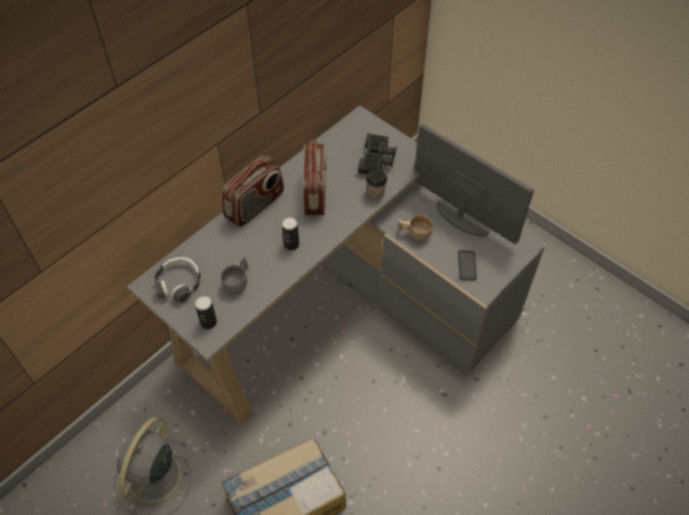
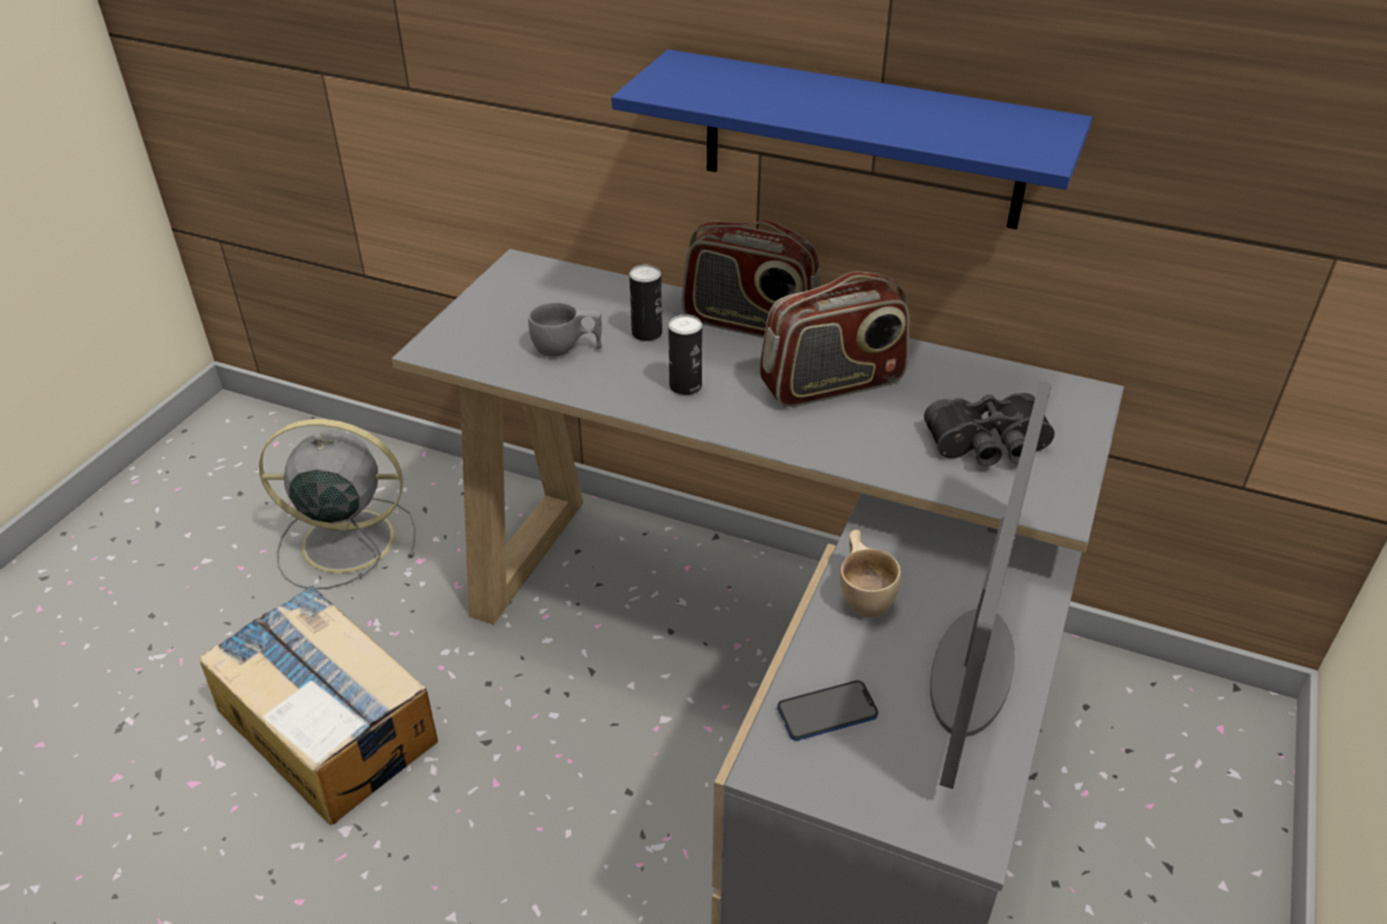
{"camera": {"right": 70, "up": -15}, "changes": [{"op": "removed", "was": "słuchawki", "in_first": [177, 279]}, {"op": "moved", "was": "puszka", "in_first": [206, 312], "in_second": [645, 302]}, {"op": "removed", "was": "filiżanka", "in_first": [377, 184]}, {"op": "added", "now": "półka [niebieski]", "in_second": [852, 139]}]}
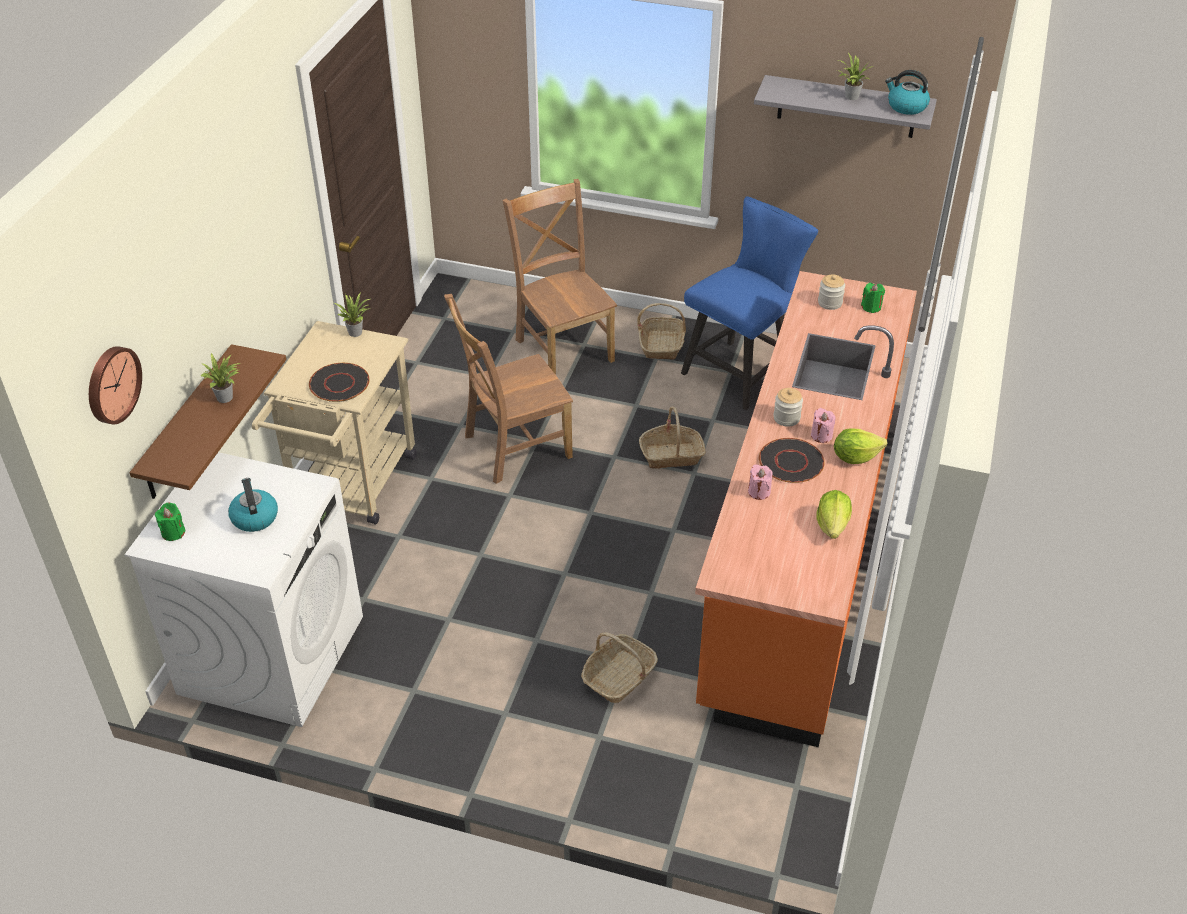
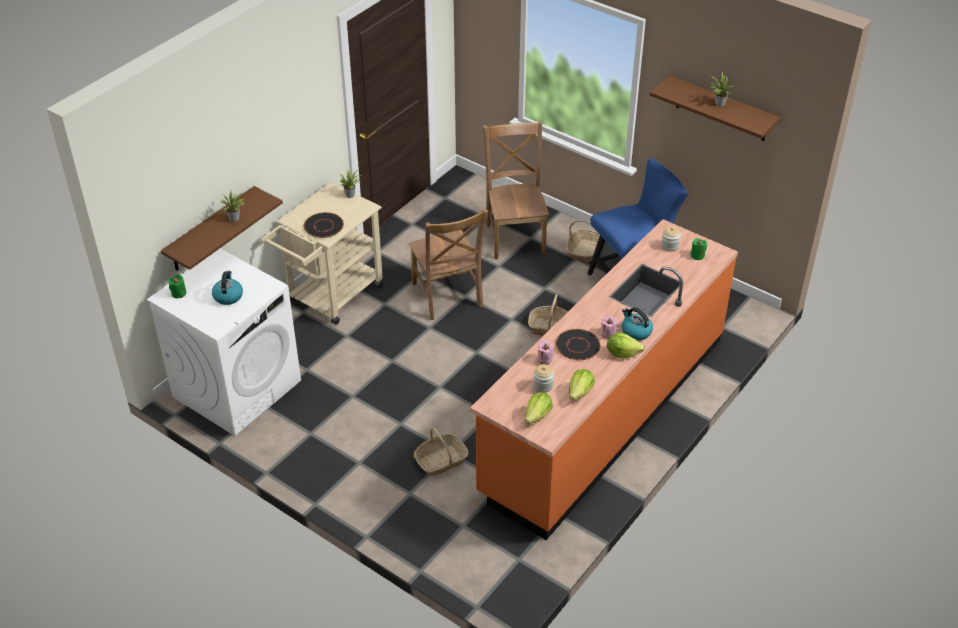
{"camera": {"right": 20, "up": 0}, "changes": [{"op": "removed", "was": "zegar ścienny", "in_first": [115, 385]}, {"op": "turned", "was": "krzesło [brązowy]", "in_first": [508, 389], "in_second": [448, 264], "clockwise": -105}, {"op": "recoloured", "was": "półka [szary]", "now": "półka [brązowy]", "in_first": [845, 106], "in_second": [715, 108]}, {"op": "moved", "was": "słoik", "in_first": [788, 407], "in_second": [543, 378]}, {"op": "moved", "was": "czajnik", "in_first": [907, 92], "in_second": [637, 324]}, {"op": "added", "now": "sałata", "in_second": [539, 408]}]}
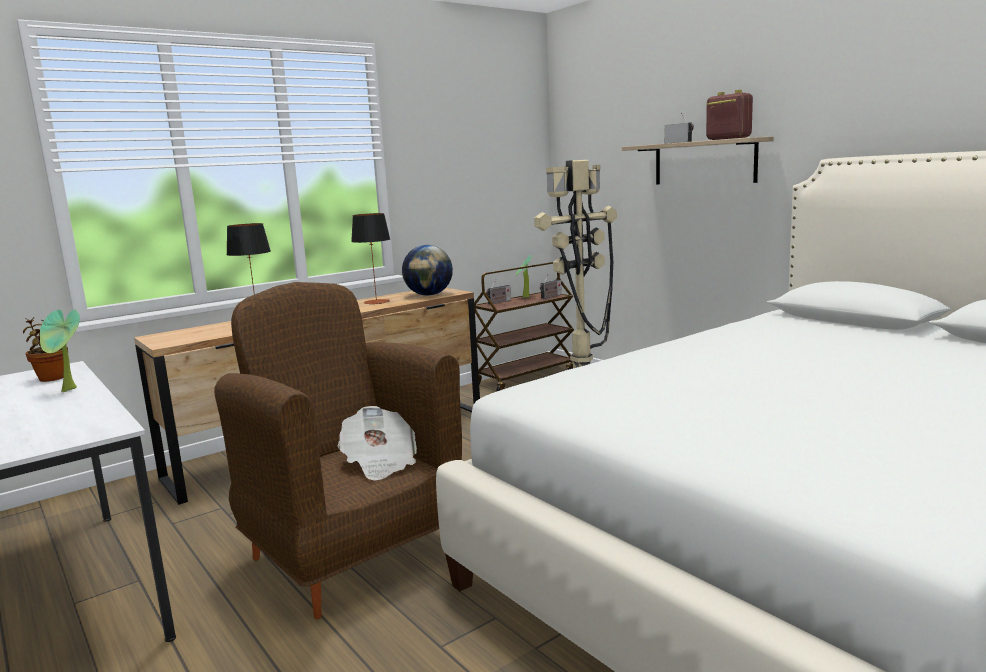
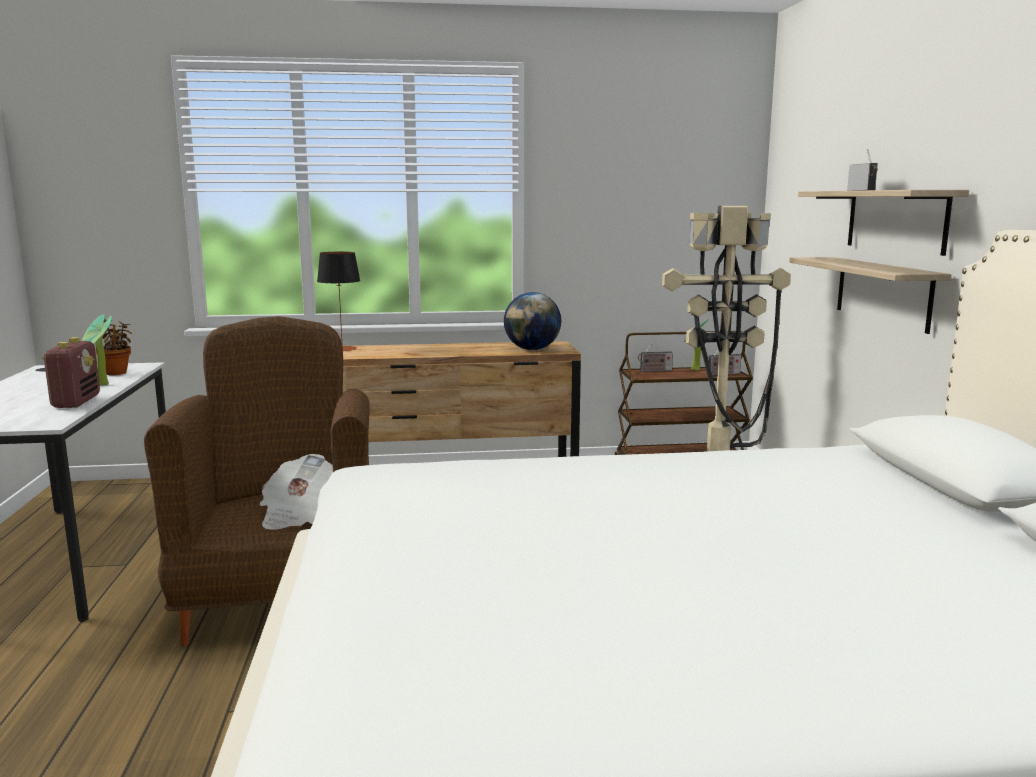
{"camera": {"right": 30, "up": 0}, "changes": [{"op": "removed", "was": "lampa stołowa", "in_first": [370, 258]}, {"op": "moved", "was": "radio", "in_first": [729, 115], "in_second": [71, 372]}, {"op": "added", "now": "półka", "in_second": [870, 295]}]}
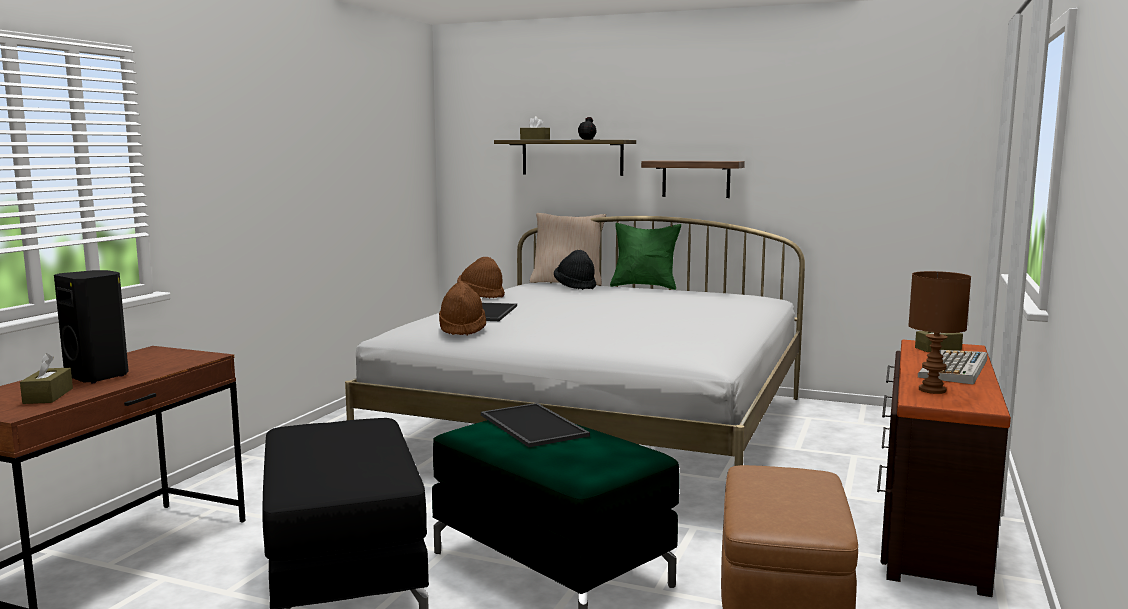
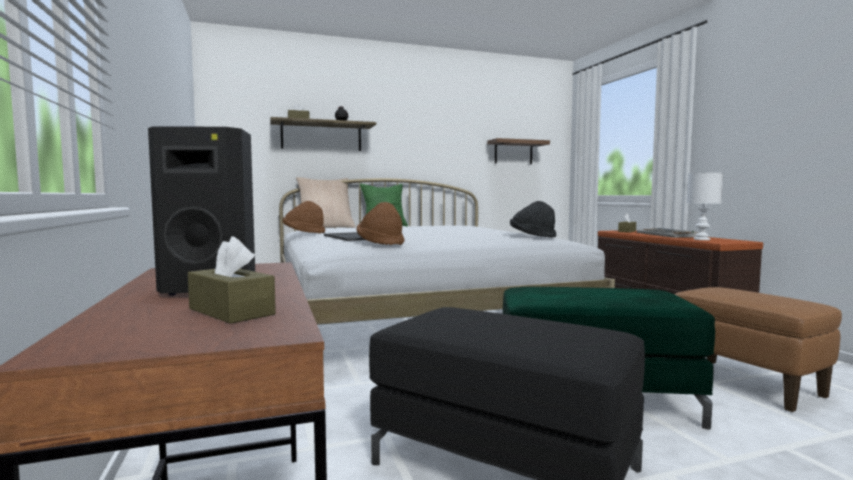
{"camera": {"right": -40, "up": -5}, "changes": [{"op": "removed", "was": "taca", "in_first": [535, 425]}, {"op": "moved", "was": "kapelusz [czarny]", "in_first": [575, 270], "in_second": [533, 219]}, {"op": "moved", "was": "półka", "in_first": [693, 179], "in_second": [518, 151]}, {"op": "recoloured", "was": "lampa stołowa [brązowy]", "now": "lampa stołowa [biały]", "in_first": [939, 332], "in_second": [705, 206]}]}
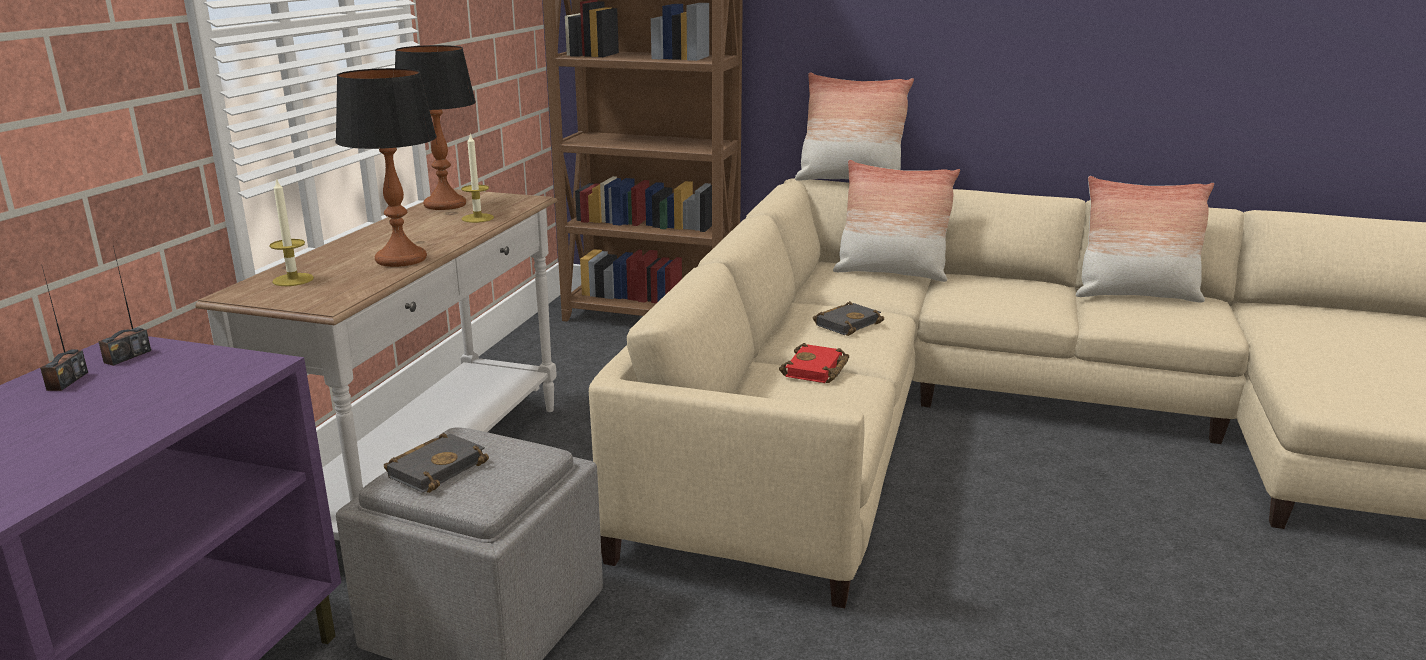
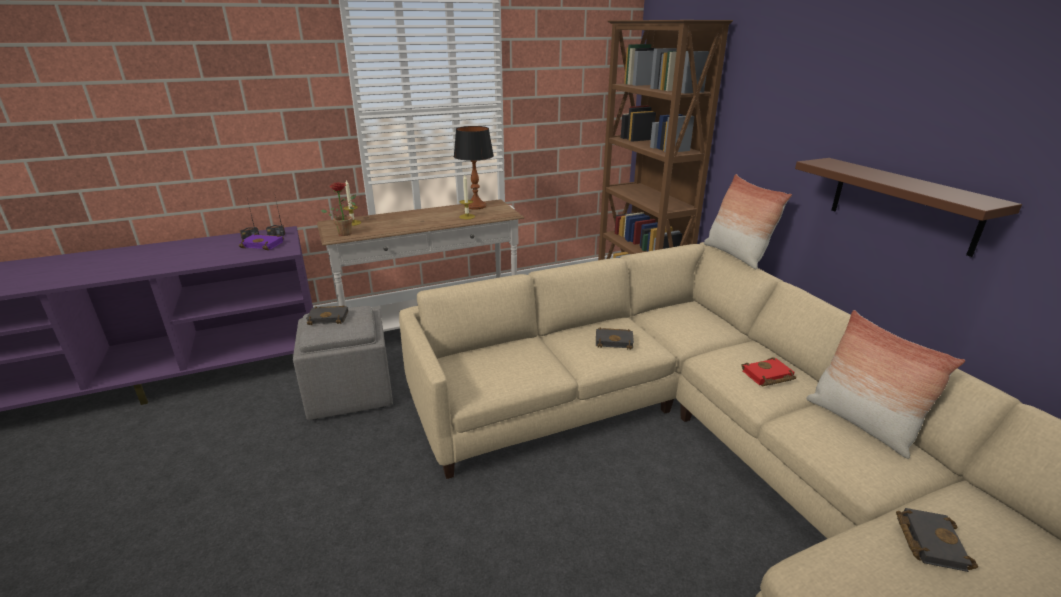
{"camera": {"right": 50, "up": 5}, "changes": [{"op": "removed", "was": "lampa stołowa", "in_first": [386, 167]}, {"op": "moved", "was": "książka [czerwony]", "in_first": [814, 363], "in_second": [768, 371]}, {"op": "removed", "was": "poduszka", "in_first": [896, 221]}, {"op": "added", "now": "książka [fioletowy]", "in_second": [261, 241]}, {"op": "added", "now": "roślina doniczkowa", "in_second": [338, 209]}, {"op": "added", "now": "półka [brązowy]", "in_second": [908, 207]}, {"op": "added", "now": "książka [czarny]", "in_second": [937, 540]}]}
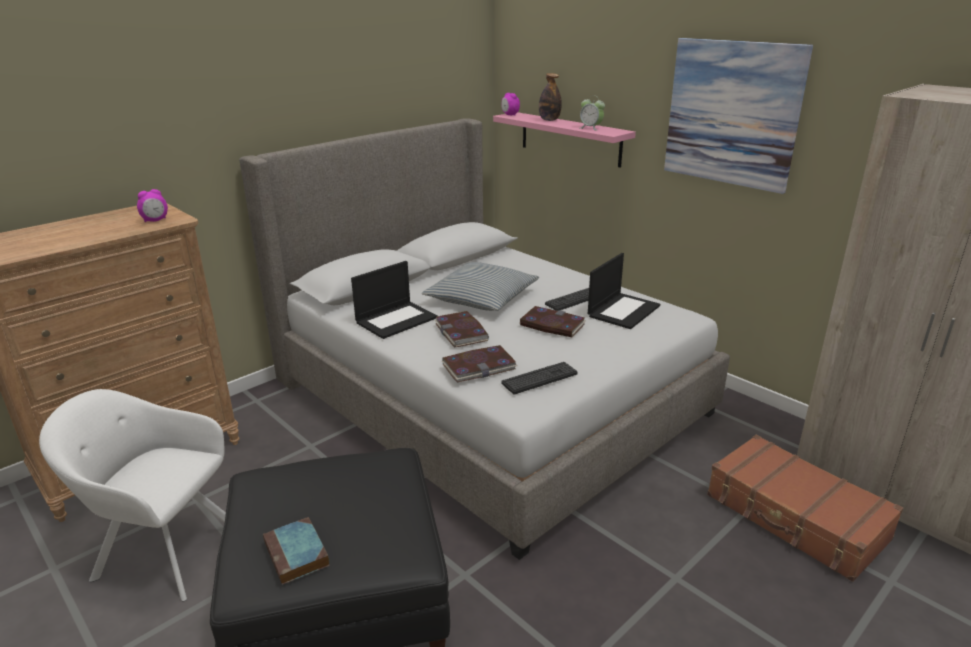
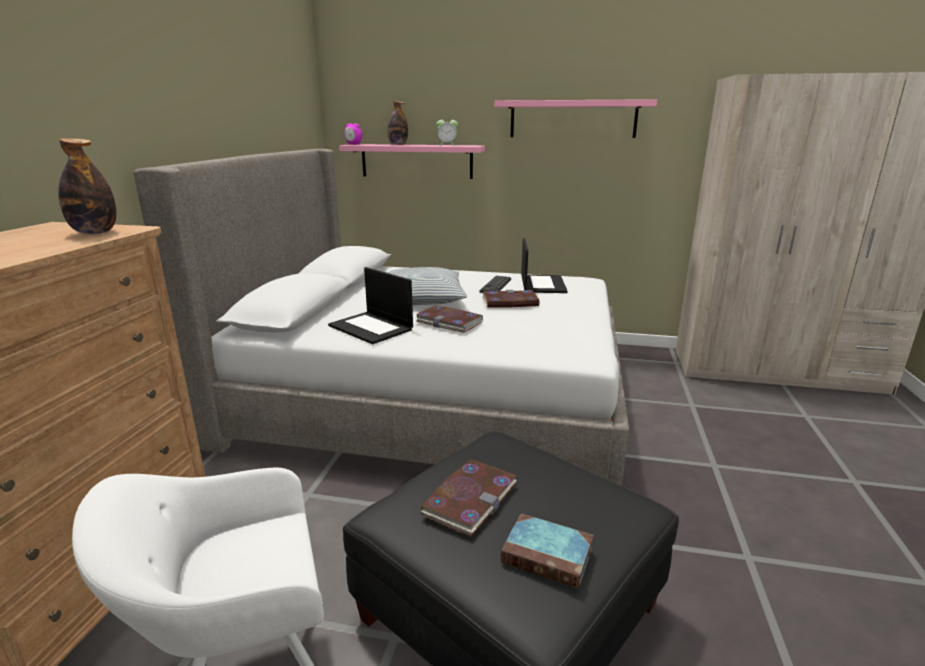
{"camera": {"right": -35, "up": -5}, "changes": [{"op": "replaced", "was": "budzik", "now": "butelka", "in_first": [152, 205], "in_second": [87, 186]}, {"op": "turned", "was": "laptop", "in_first": [394, 300], "in_second": [370, 305], "clockwise": 120}, {"op": "moved", "was": "książka", "in_first": [479, 363], "in_second": [469, 497]}, {"op": "removed", "was": "klawiatura", "in_first": [539, 378]}, {"op": "replaced", "was": "obraz", "now": "półka [różowy]", "in_first": [738, 116], "in_second": [575, 118]}, {"op": "removed", "was": "walizka [brązowy]", "in_first": [805, 508]}]}
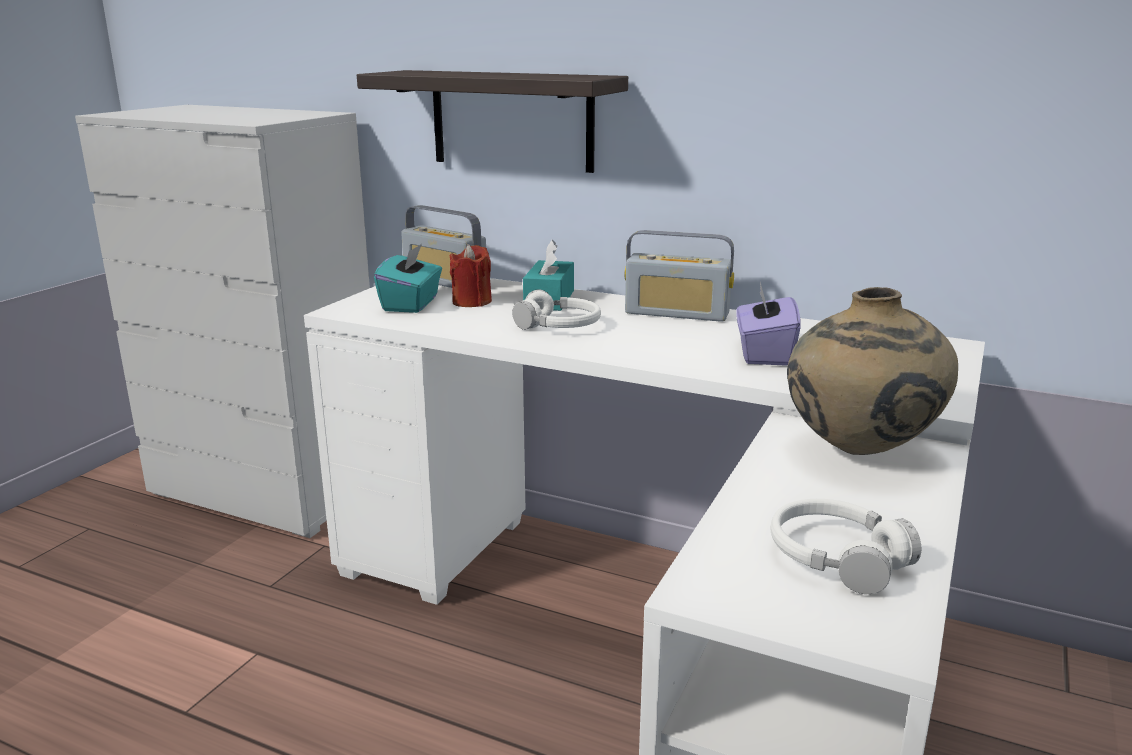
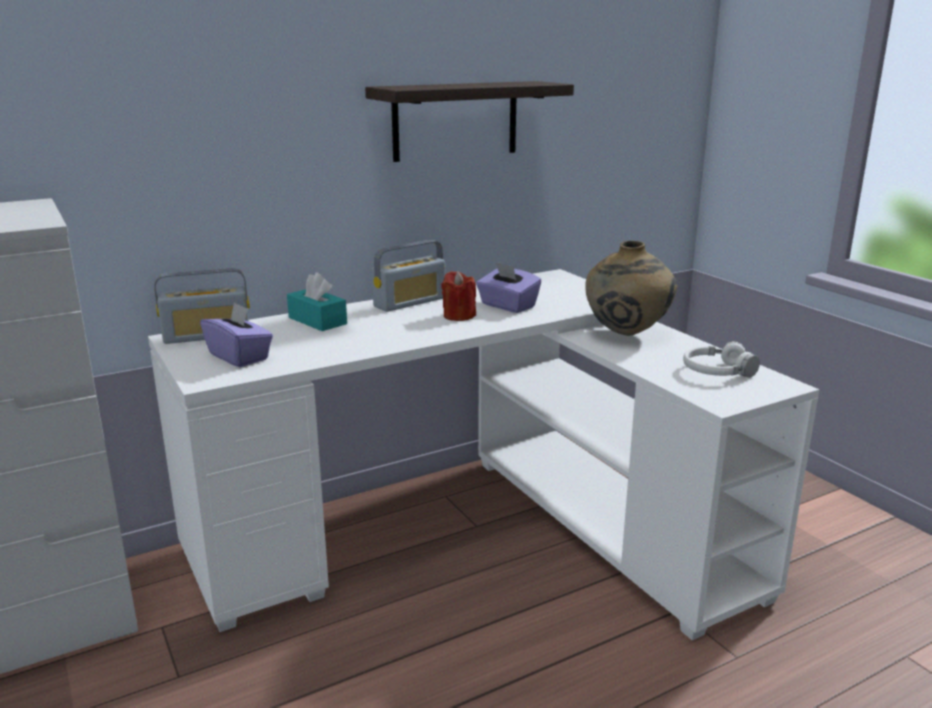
{"camera": {"right": -55, "up": 0}, "changes": [{"op": "moved", "was": "półka", "in_first": [492, 121], "in_second": [469, 121]}, {"op": "recoloured", "was": "pudełko chusteczek [turkusowy]", "now": "pudełko chusteczek [fioletowy]", "in_first": [408, 278], "in_second": [236, 334]}, {"op": "moved", "was": "świeca [czerwony]", "in_first": [471, 275], "in_second": [458, 296]}, {"op": "removed", "was": "słuchawki [biały]", "in_first": [556, 309]}]}
